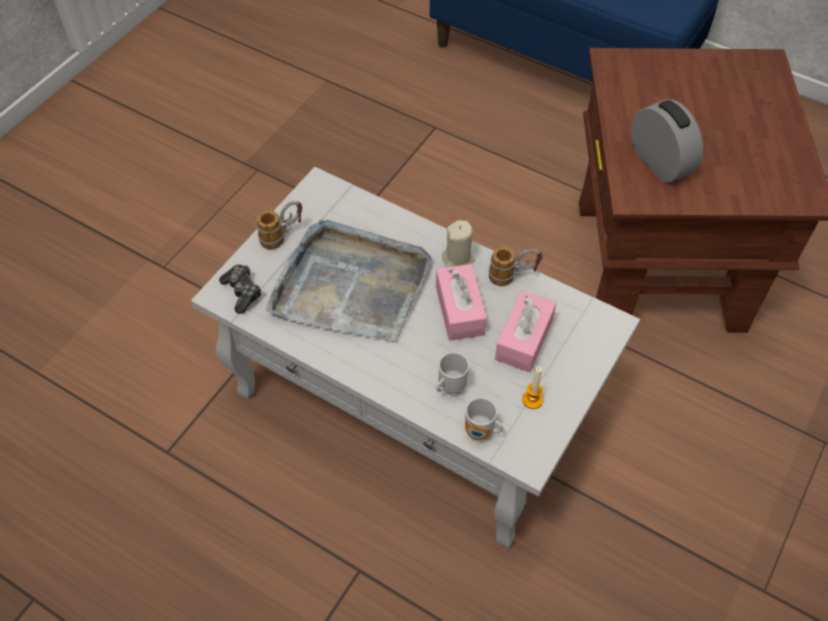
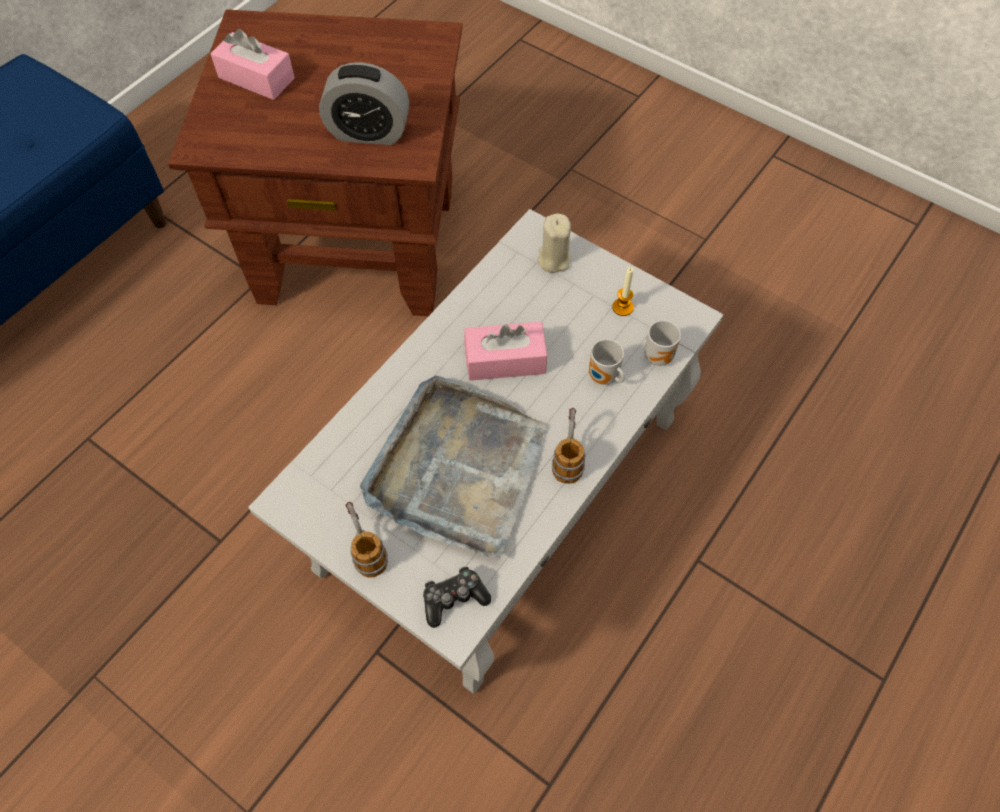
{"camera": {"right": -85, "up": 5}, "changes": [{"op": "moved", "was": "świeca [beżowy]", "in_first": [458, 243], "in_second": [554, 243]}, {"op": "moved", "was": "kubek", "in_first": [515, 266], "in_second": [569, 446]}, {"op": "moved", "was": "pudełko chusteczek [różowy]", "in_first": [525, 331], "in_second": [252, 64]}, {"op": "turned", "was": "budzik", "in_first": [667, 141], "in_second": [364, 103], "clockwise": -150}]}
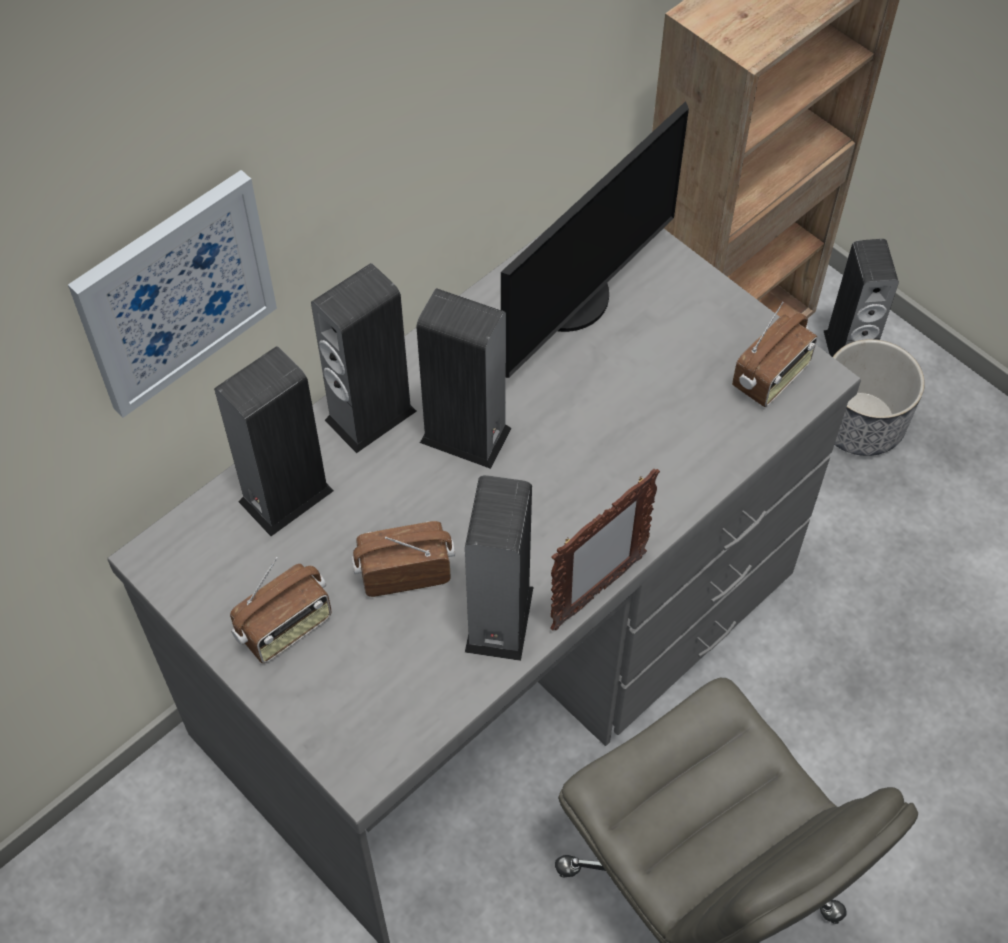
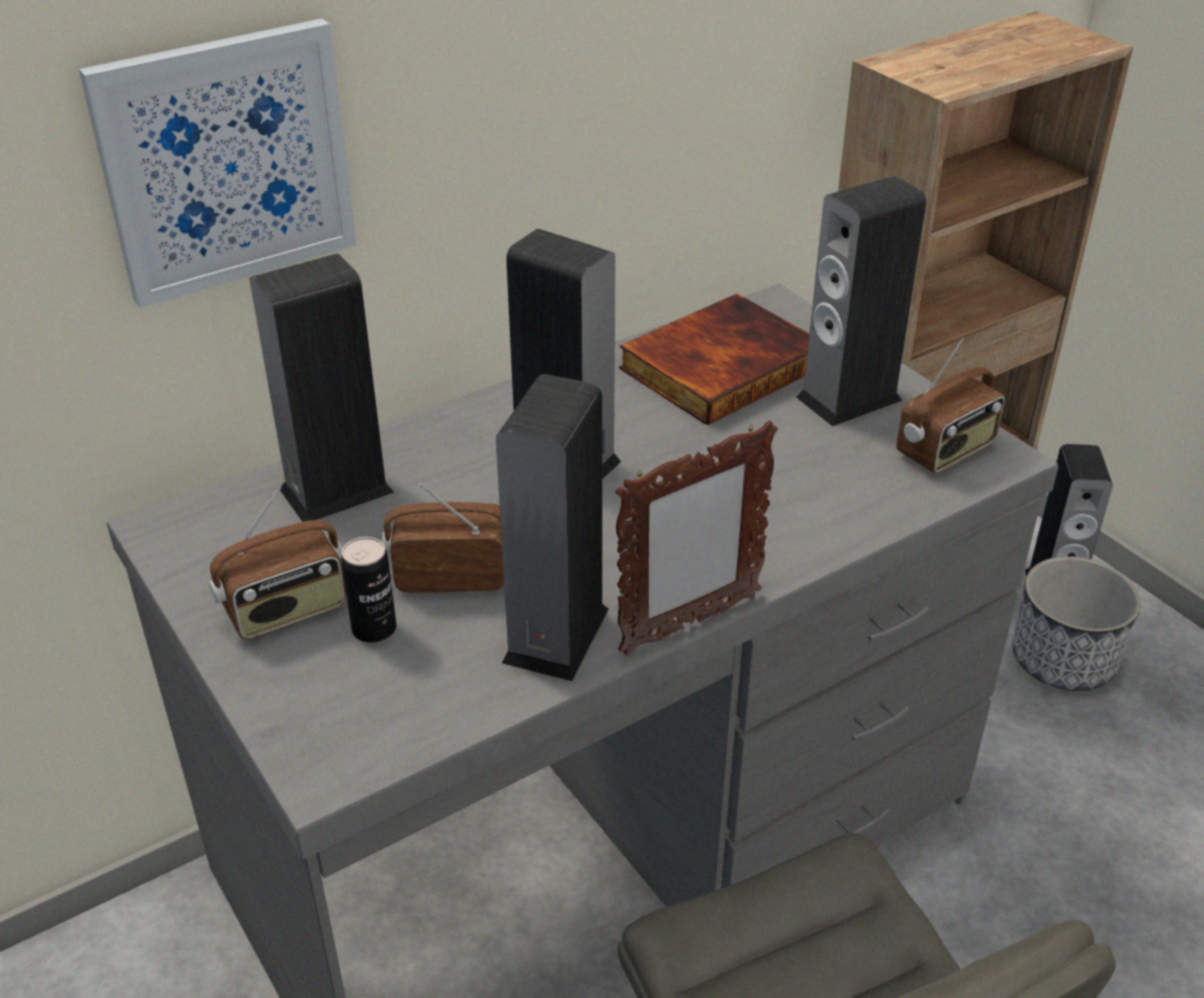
{"camera": {"right": 10, "up": -20}, "changes": [{"op": "moved", "was": "głośnik", "in_first": [364, 358], "in_second": [861, 301]}, {"op": "replaced", "was": "monitor", "now": "książka", "in_first": [595, 239], "in_second": [714, 359]}, {"op": "added", "now": "puszka", "in_second": [369, 589]}]}
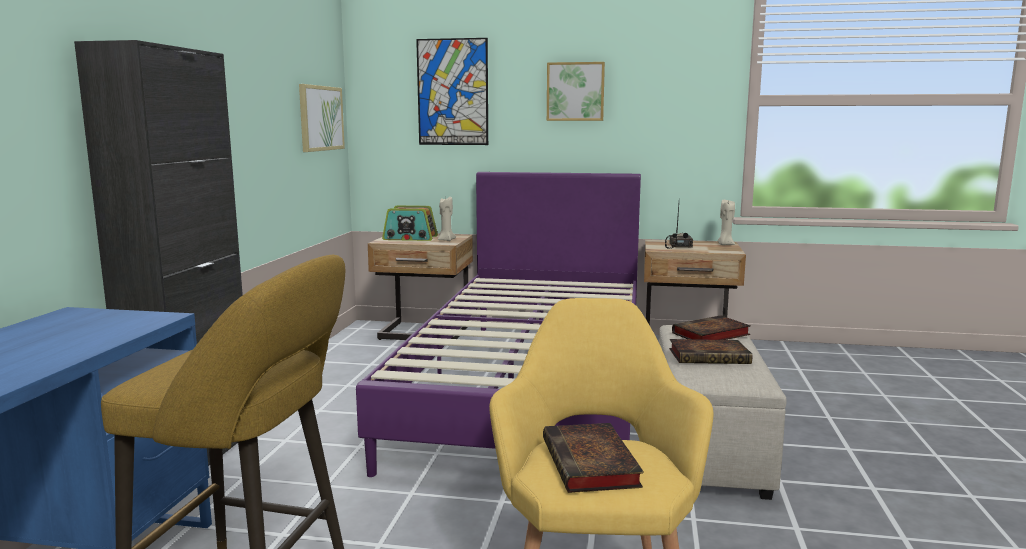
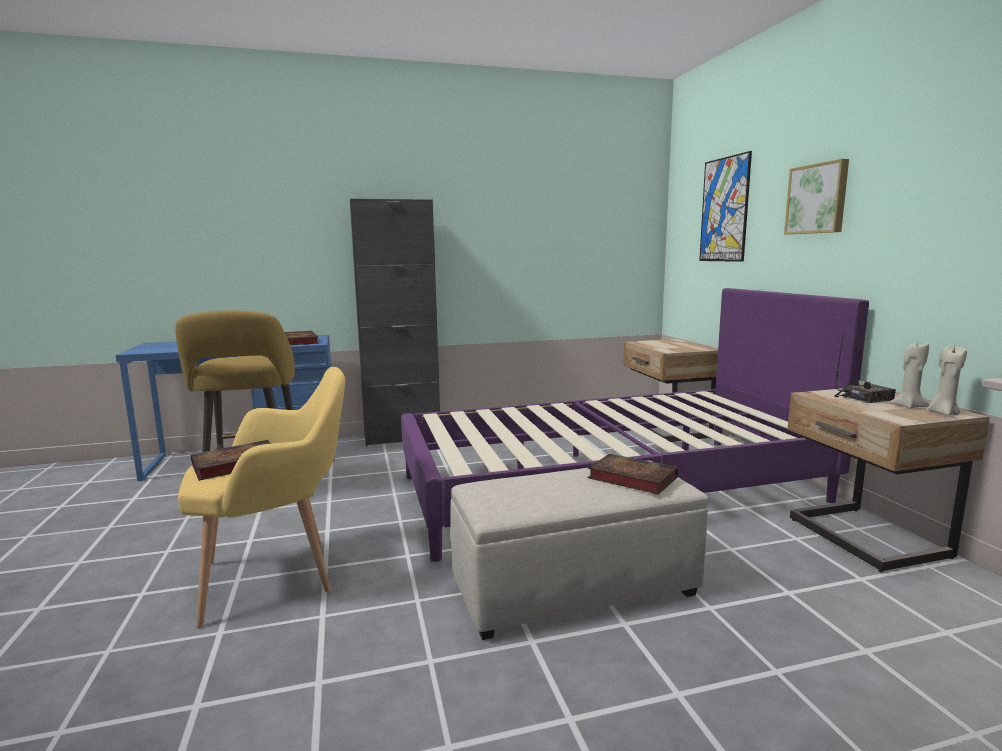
{"camera": {"right": 65, "up": 0}, "changes": [{"op": "removed", "was": "obraz", "in_first": [322, 118]}, {"op": "removed", "was": "radio", "in_first": [410, 223]}, {"op": "moved", "was": "świeca [beżowy]", "in_first": [447, 219], "in_second": [909, 375]}, {"op": "moved", "was": "książka", "in_first": [710, 351], "in_second": [302, 338]}]}
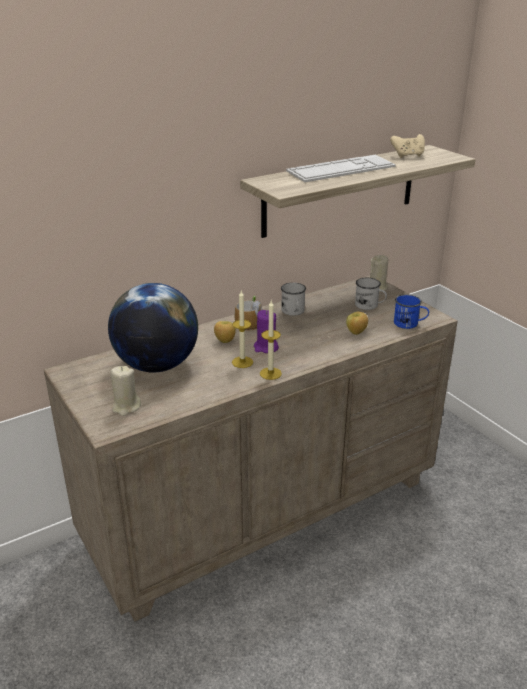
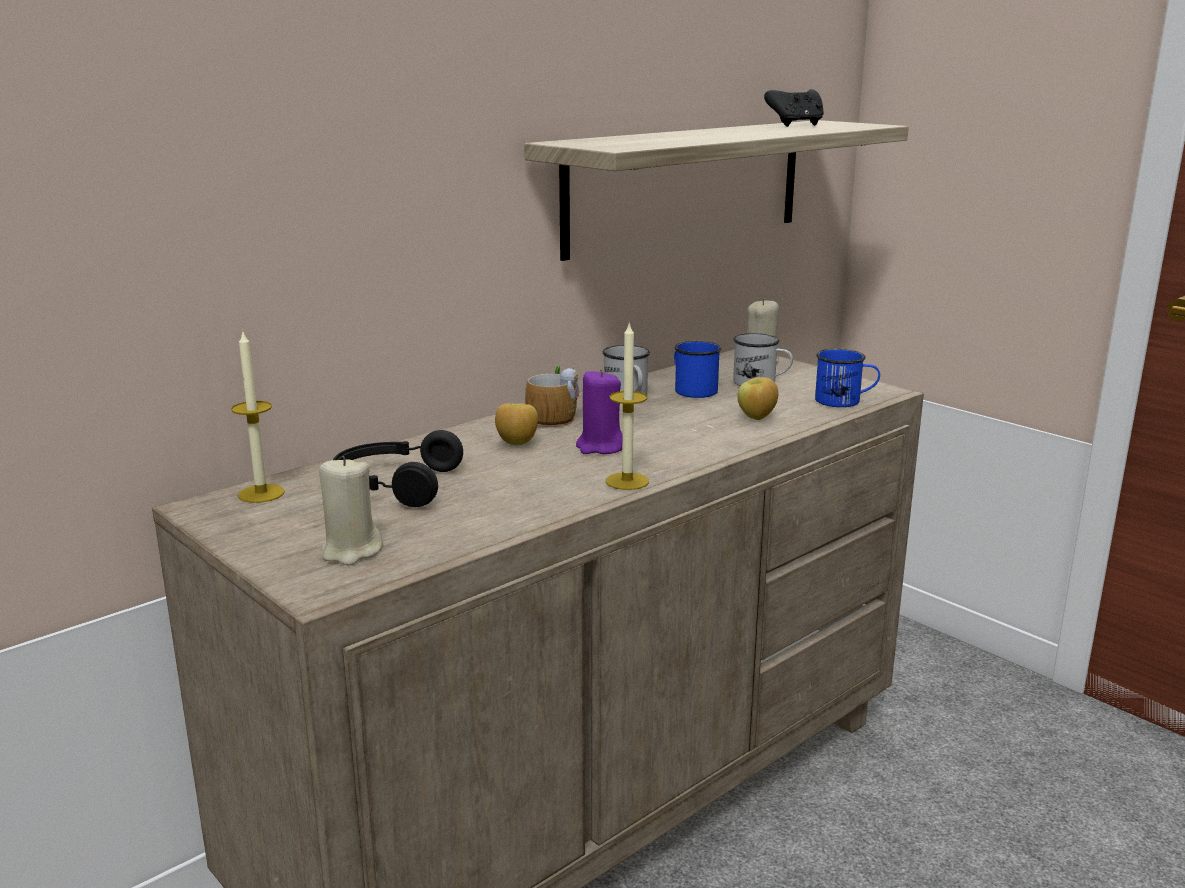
{"camera": {"right": -10, "up": -10}, "changes": [{"op": "replaced", "was": "globus", "now": "słuchawki [czarny]", "in_first": [153, 327], "in_second": [398, 468]}, {"op": "moved", "was": "świeca", "in_first": [242, 329], "in_second": [258, 417]}, {"op": "removed", "was": "klawiatura", "in_first": [341, 168]}, {"op": "recoloured", "was": "pad do gier [beżowy]", "now": "pad do gier [czarny]", "in_first": [407, 146], "in_second": [794, 108]}, {"op": "added", "now": "kubek [niebieski]", "in_second": [698, 369]}]}
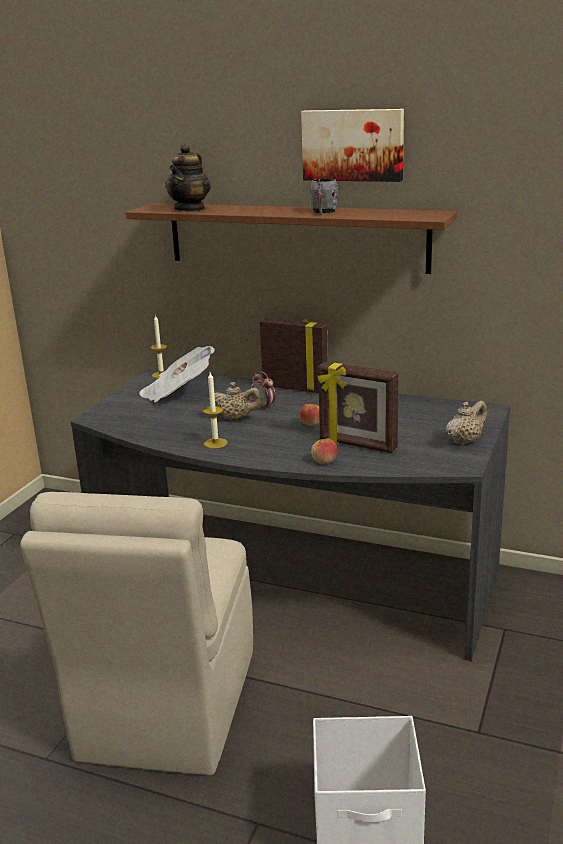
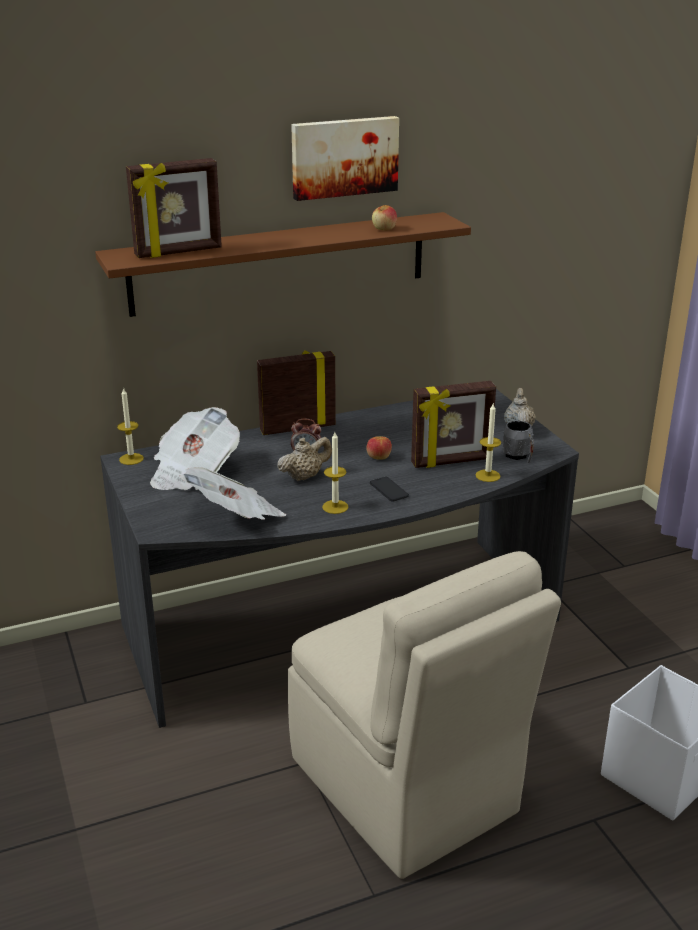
{"camera": {"right": -45, "up": 5}, "changes": [{"op": "replaced", "was": "imbryk", "now": "ramka na zdjęcie", "in_first": [188, 178], "in_second": [174, 208]}, {"op": "moved", "was": "kubek [szary]", "in_first": [324, 196], "in_second": [518, 441]}, {"op": "moved", "was": "jabłko", "in_first": [324, 451], "in_second": [384, 217]}, {"op": "added", "now": "gazeta", "in_second": [232, 493]}, {"op": "added", "now": "telefon", "in_second": [389, 489]}, {"op": "added", "now": "świeca", "in_second": [488, 443]}]}
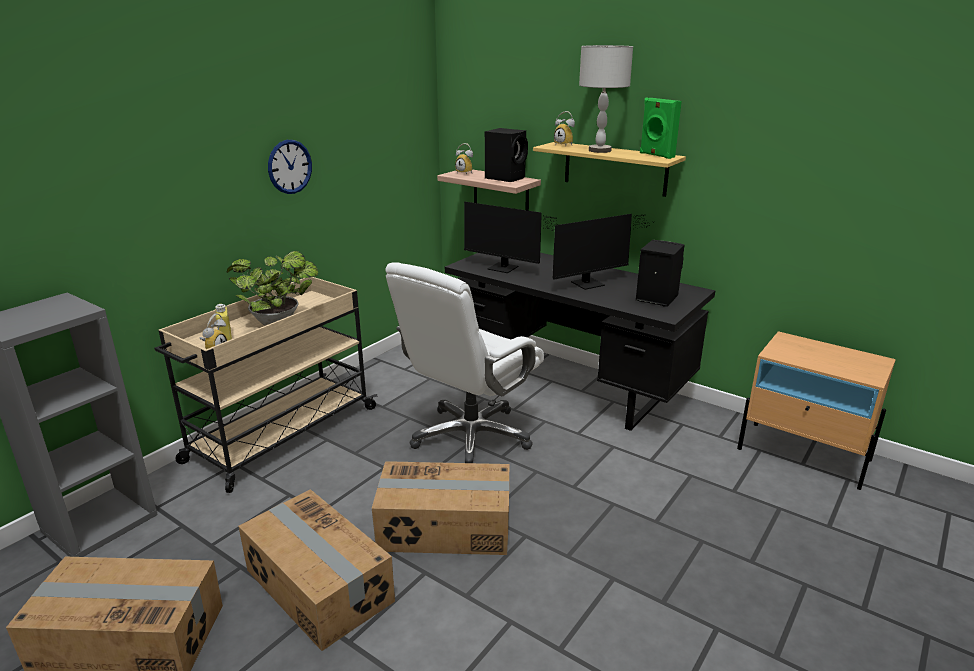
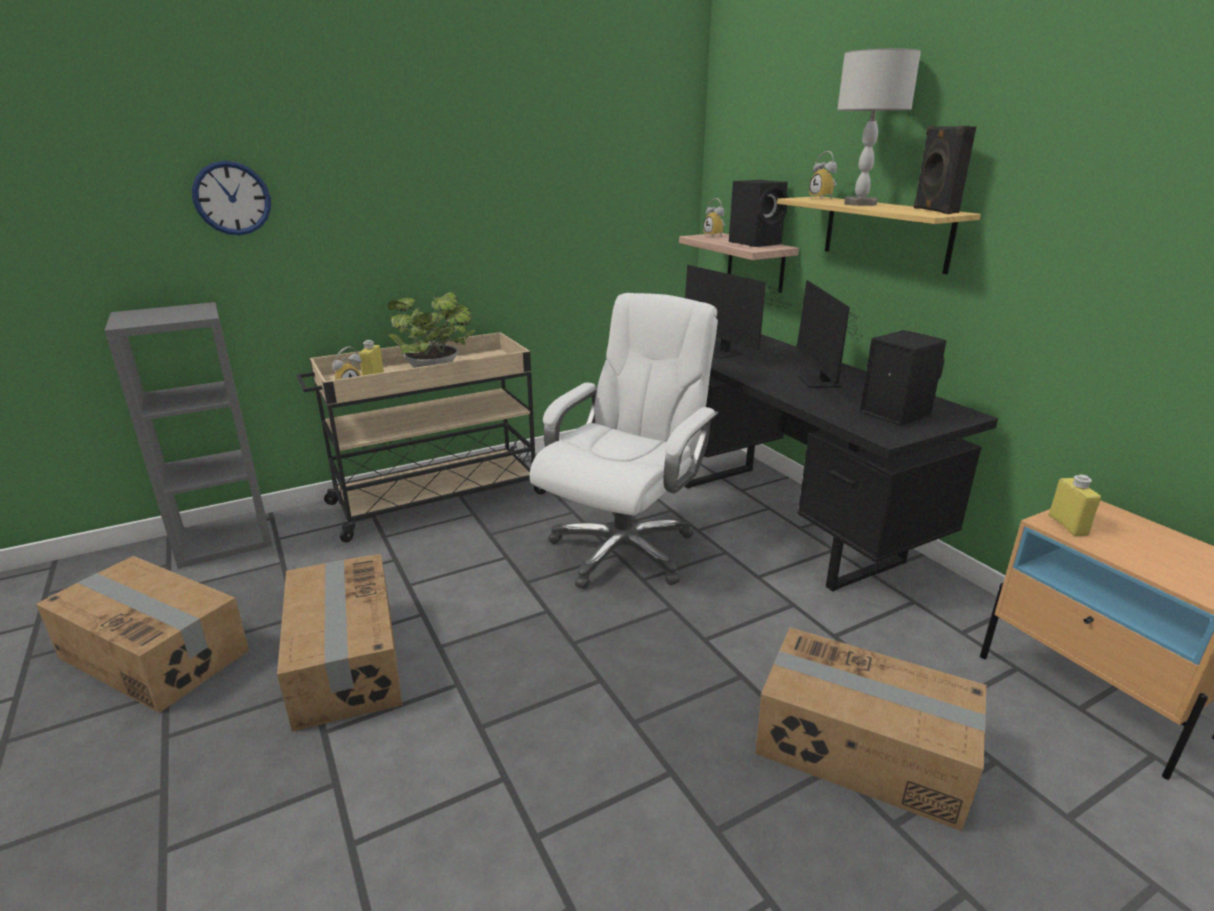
{"camera": {"right": 25, "up": 0}, "changes": [{"op": "moved", "was": "zegar ścienny", "in_first": [290, 167], "in_second": [231, 198]}, {"op": "moved", "was": "karton", "in_first": [440, 508], "in_second": [870, 729]}, {"op": "turned", "was": "krzesło biurowe [biały]", "in_first": [464, 362], "in_second": [624, 441], "clockwise": 150}, {"op": "turned", "was": "monitor", "in_first": [603, 252], "in_second": [829, 334], "clockwise": 90}, {"op": "recoloured", "was": "głośnik [zielony]", "now": "głośnik [czarny]", "in_first": [661, 128], "in_second": [945, 170]}, {"op": "added", "now": "butelka [żółty]", "in_second": [1074, 505]}]}
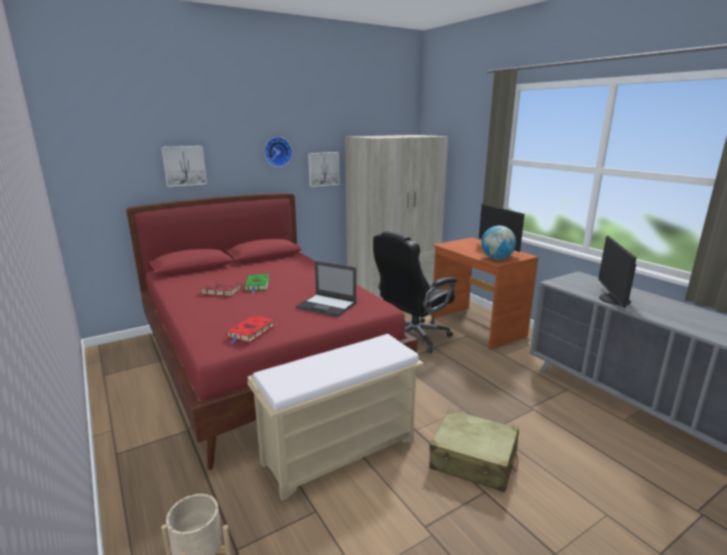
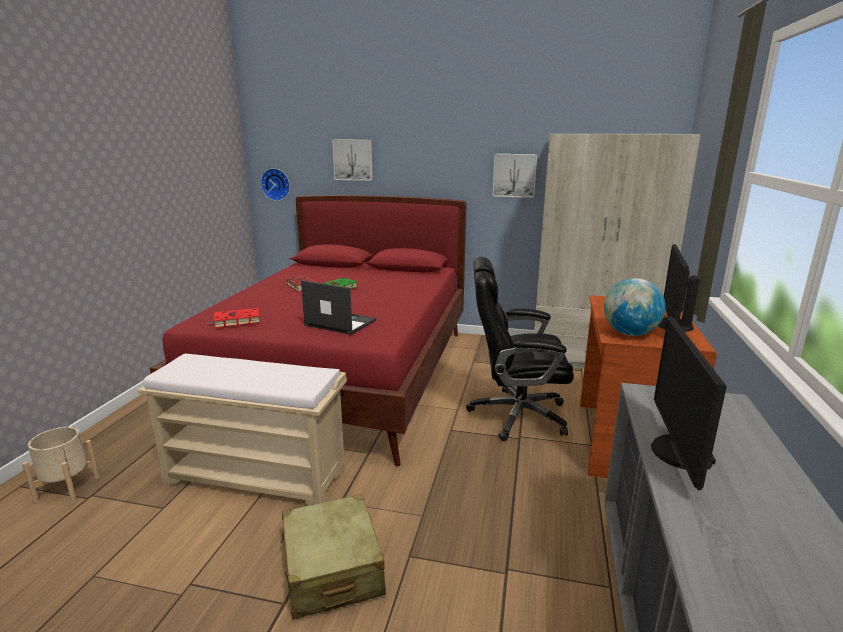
{"camera": {"right": 45, "up": 0}, "changes": [{"op": "moved", "was": "zegar ścienny", "in_first": [278, 152], "in_second": [275, 184]}, {"op": "turned", "was": "laptop", "in_first": [326, 289], "in_second": [338, 307], "clockwise": 135}, {"op": "turned", "was": "monitor", "in_first": [617, 272], "in_second": [689, 403], "clockwise": -45}]}
